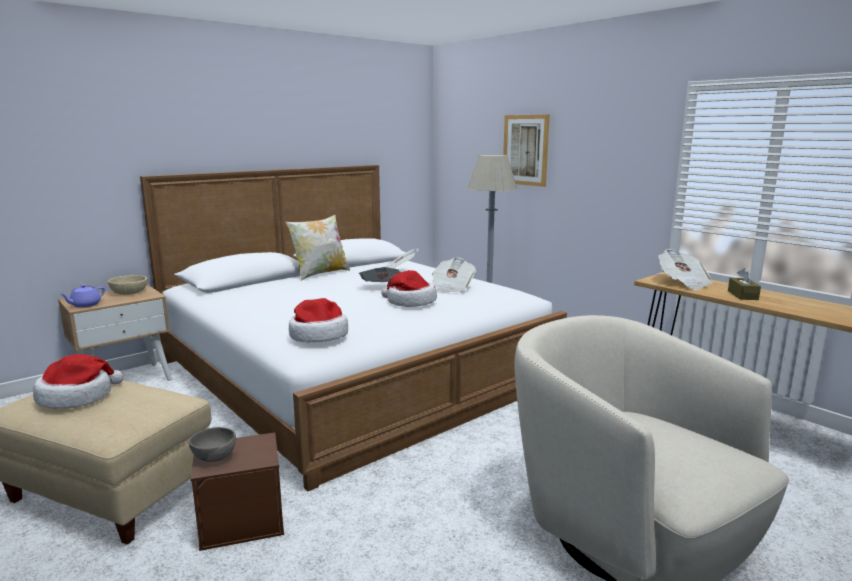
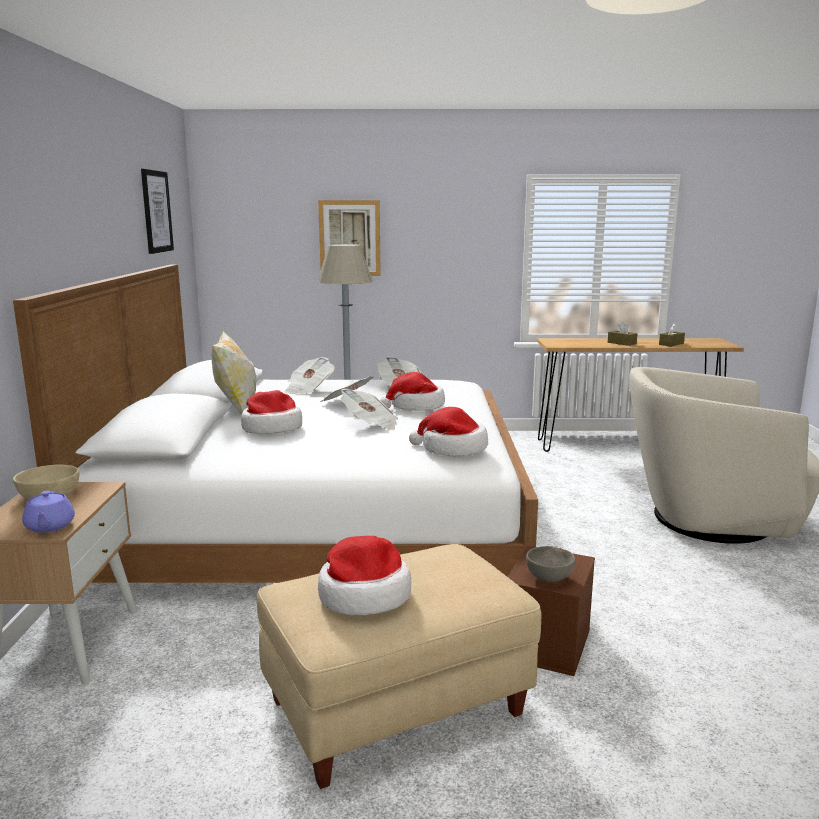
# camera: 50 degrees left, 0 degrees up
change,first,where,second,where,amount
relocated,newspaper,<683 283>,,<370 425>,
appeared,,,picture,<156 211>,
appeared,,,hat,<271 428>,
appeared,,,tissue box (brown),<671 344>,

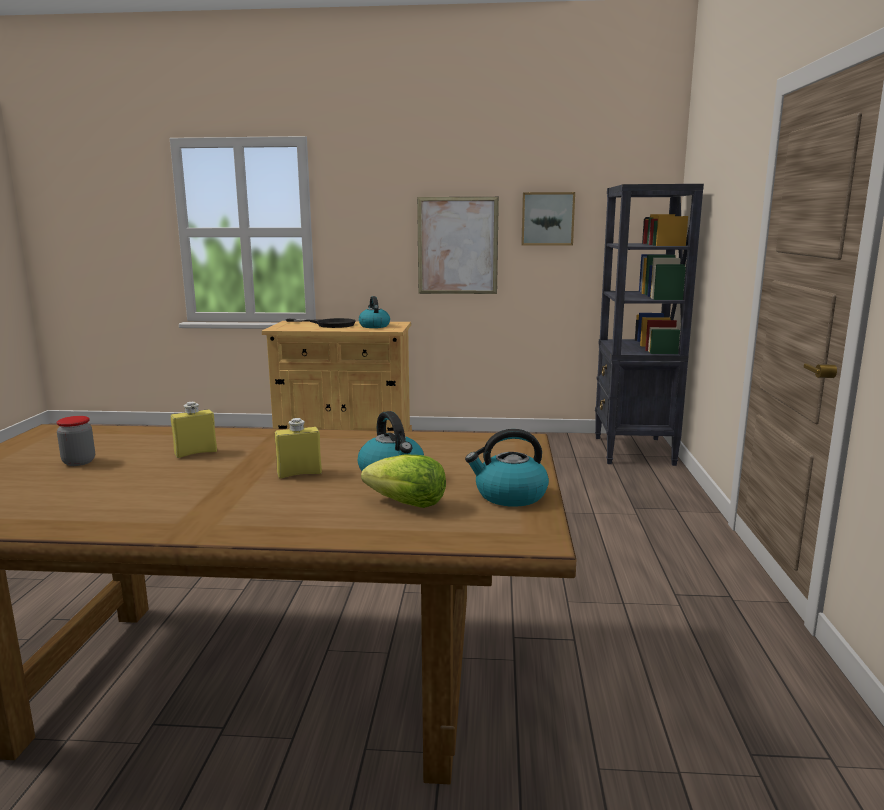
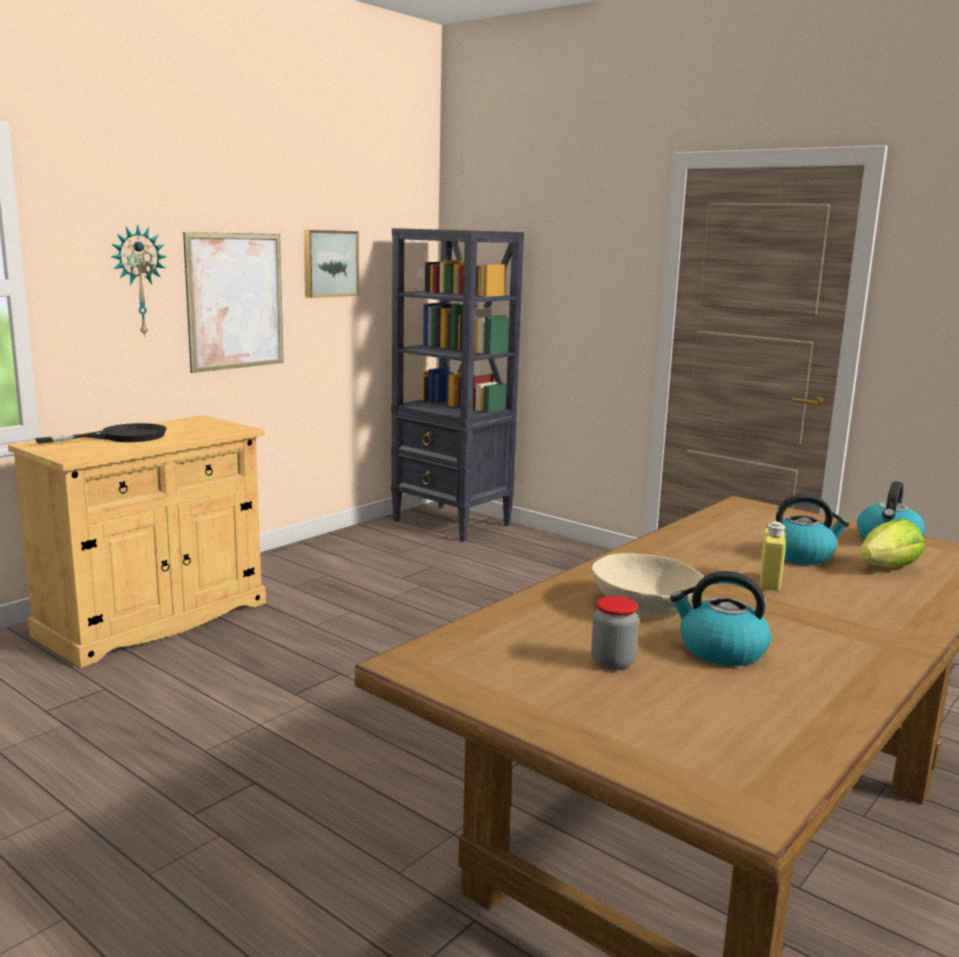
# camera: 55 degrees left, 0 degrees up
change,first,where,second,where,amount
exchanged,bottle (yellow),<196 453>,bowl (beige),<645 606>,
relocated,kettle,<374 326>,,<720 650>,
appeared,,,wall clock,<138 281>,

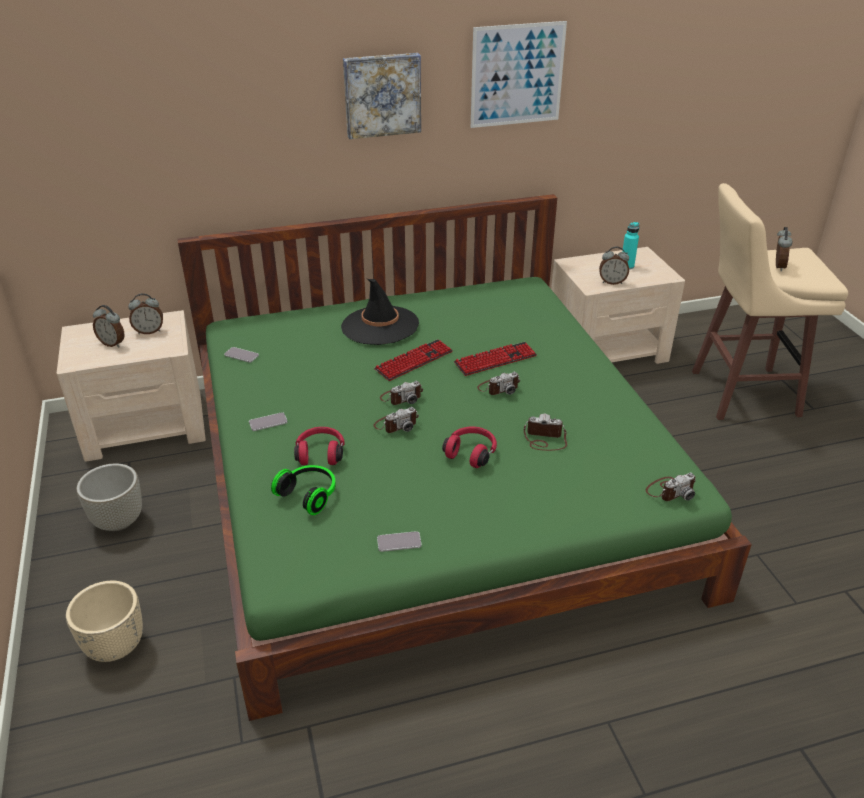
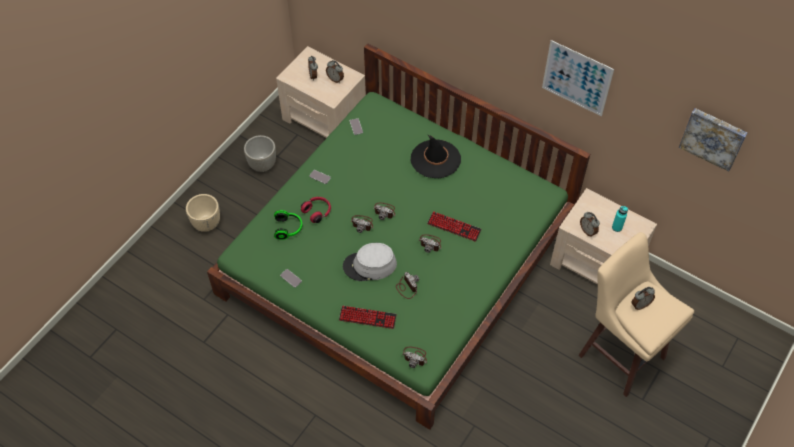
# camera: 50 degrees right, 20 degrees up
change,first,where,second,where,amount
relocated,picture,<382 95>,,<713 138>,
relocated,keyboard,<414 361>,,<367 317>,
exchanged,headphones (red),<471 453>,hat (grey),<370 265>,

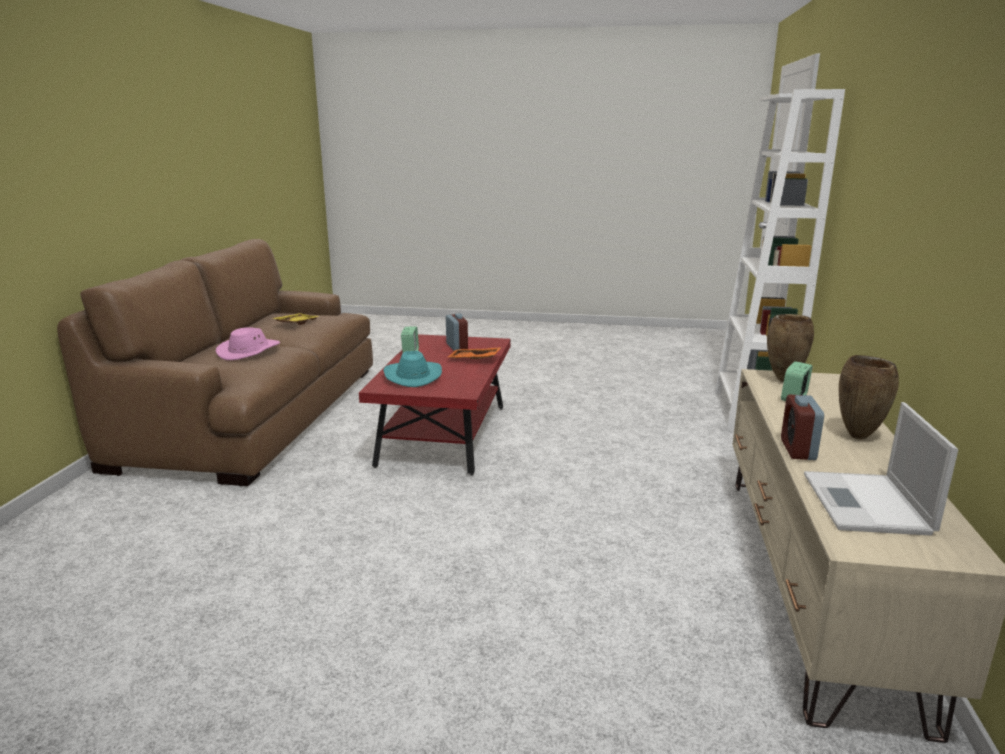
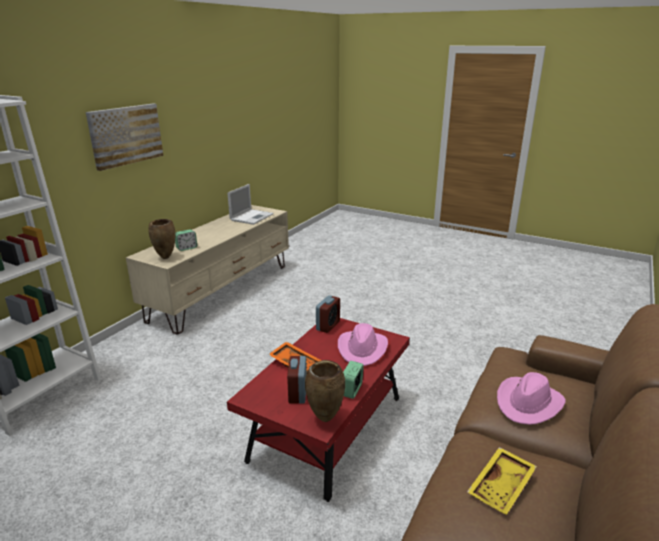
# camera: 160 degrees left, 5 degrees up
change,first,where,second,where,amount
colour,hat (turquoise),<412 376>,hat (pink),<362 349>,
relocated,alarm clock,<798 450>,,<328 326>,
relocated,vase (brown),<859 437>,,<324 418>,
appeared,,,picture,<125 135>,

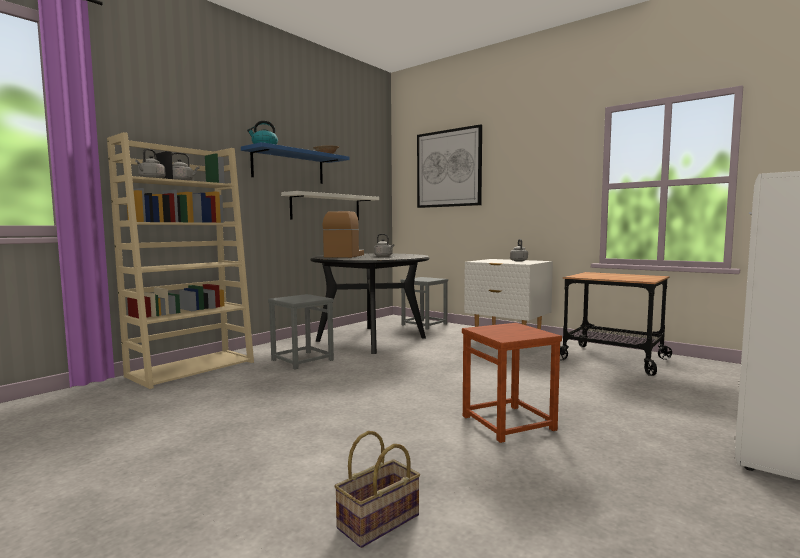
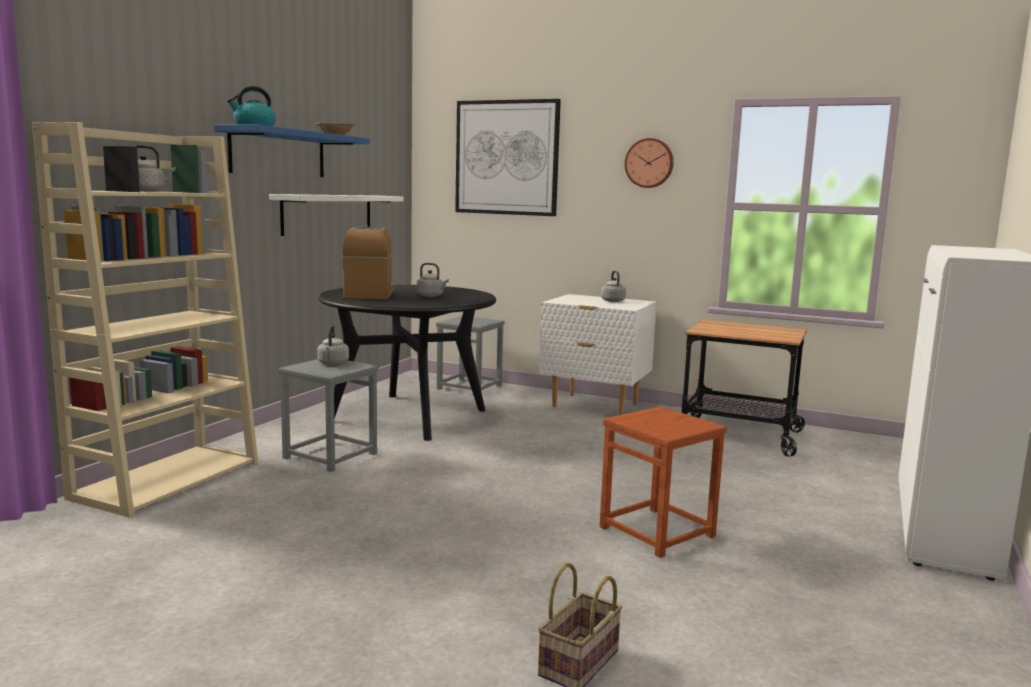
# camera: 15 degrees left, 5 degrees up
change,first,where,second,where,amount
relocated,kettle (grey),<151 179>,,<333 363>,
appeared,,,wall clock,<649 163>,

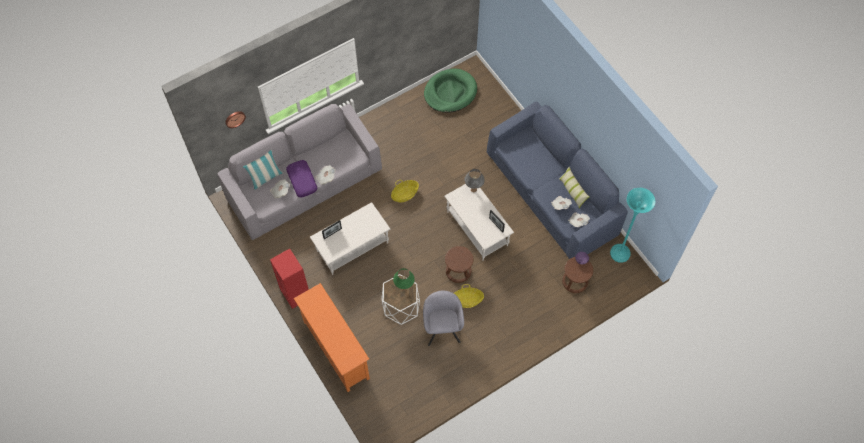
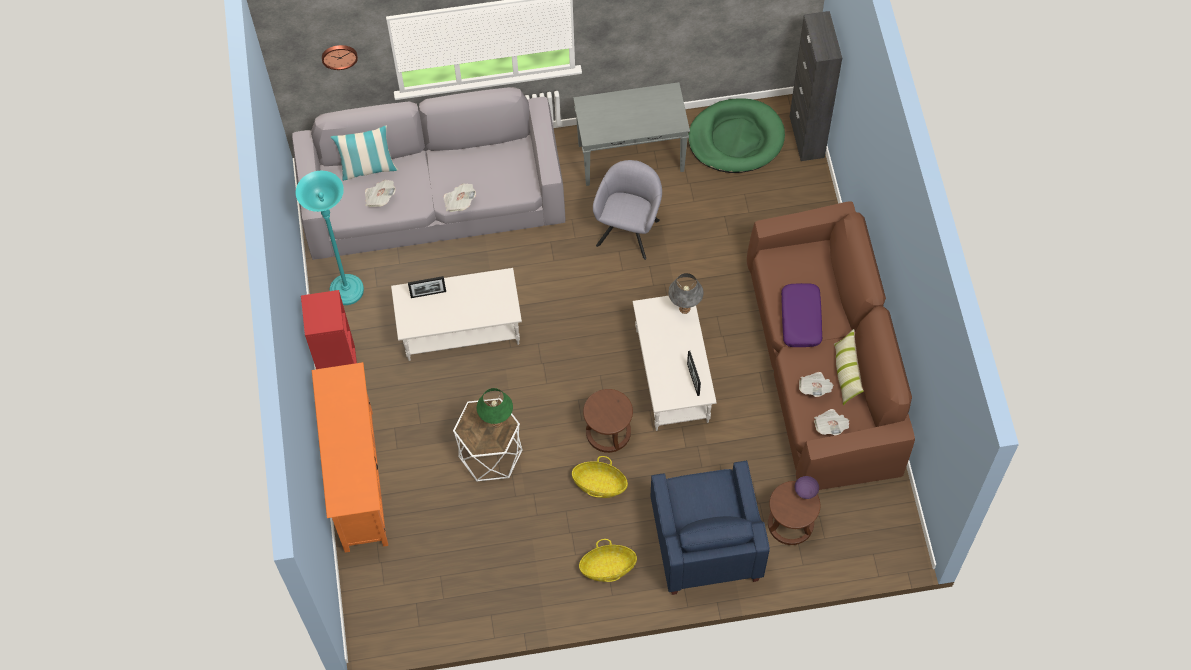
# camera: 25 degrees right, 0 degrees up
change,first,where,second,where,amount
relocated,pillow (purple),<302 181>,,<801 319>,
relocated,basket,<405 194>,,<608 567>,
relocated,armchair (grey),<442 327>,,<629 229>,
colour,sofa (blue),<551 193>,sofa (brown),<822 365>,
relocated,floor lamp (turquoise),<620 253>,,<347 291>,
appeared,,,console table (grey),<631 157>,
appeared,,,armchair (blue),<705 543>,
appeared,,,cabinet (black),<806 137>,

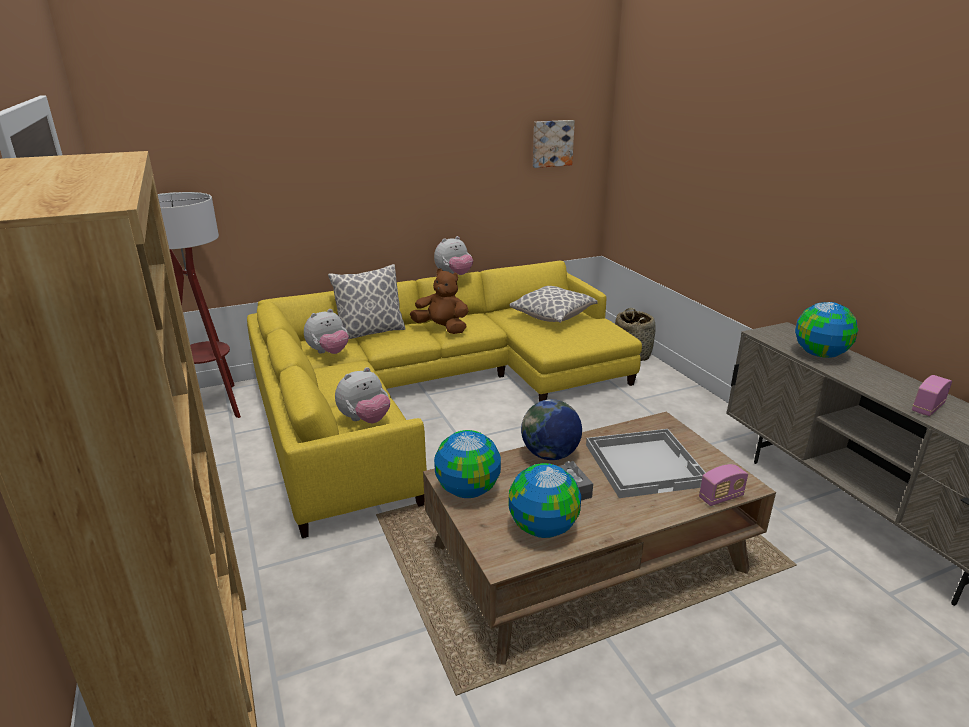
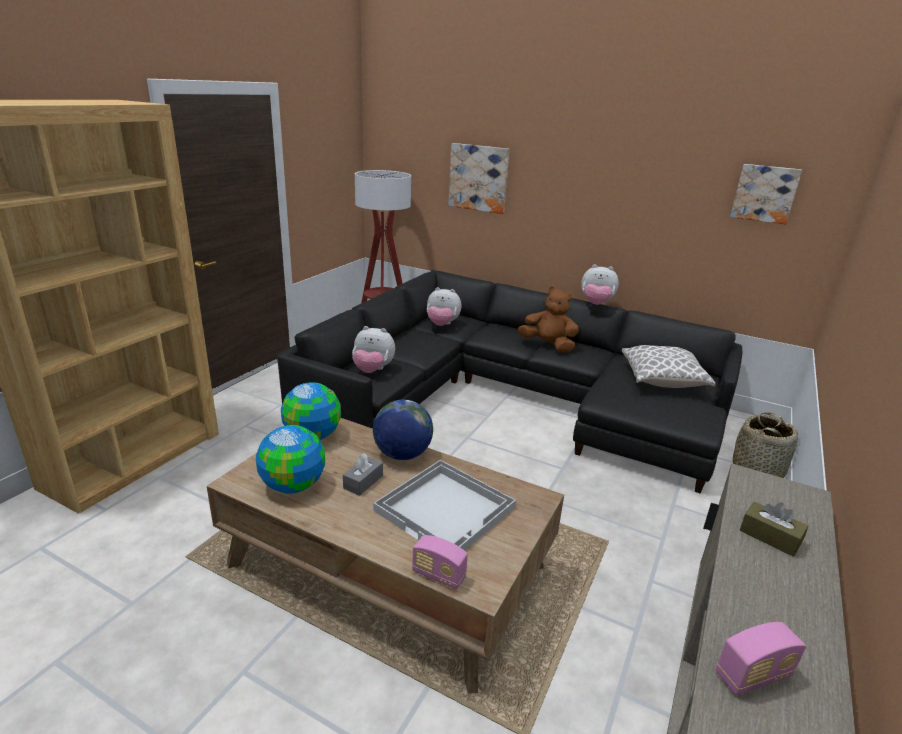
# camera: 50 degrees right, 0 degrees up
change,first,where,second,where,amount
colour,sofa (yellow),<433 393>,sofa (black),<511 398>,
missing,pillow,<370 332>,,,
spun,plush toy (brown),<442 328>,,<548 345>,45 degrees counterclockwise
exchanged,globe,<820 354>,tissue box (brown),<770 536>,
spun,radio,<927 408>,,<753 675>,150 degrees clockwise
appeared,,,picture,<478 178>,

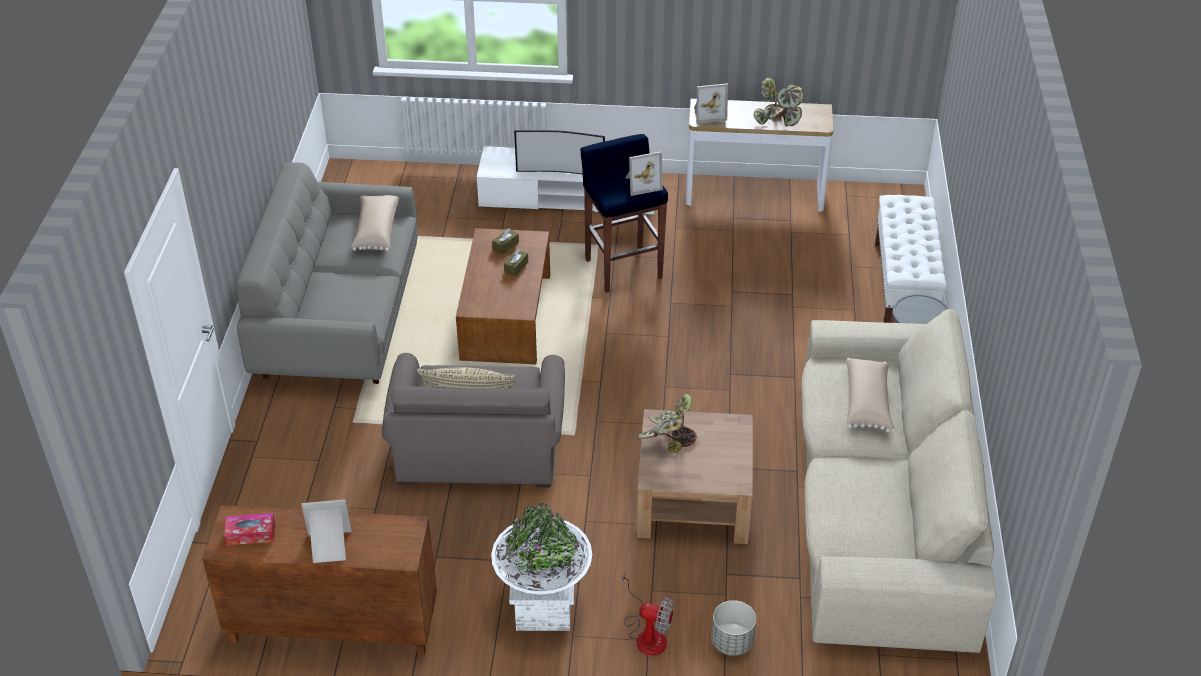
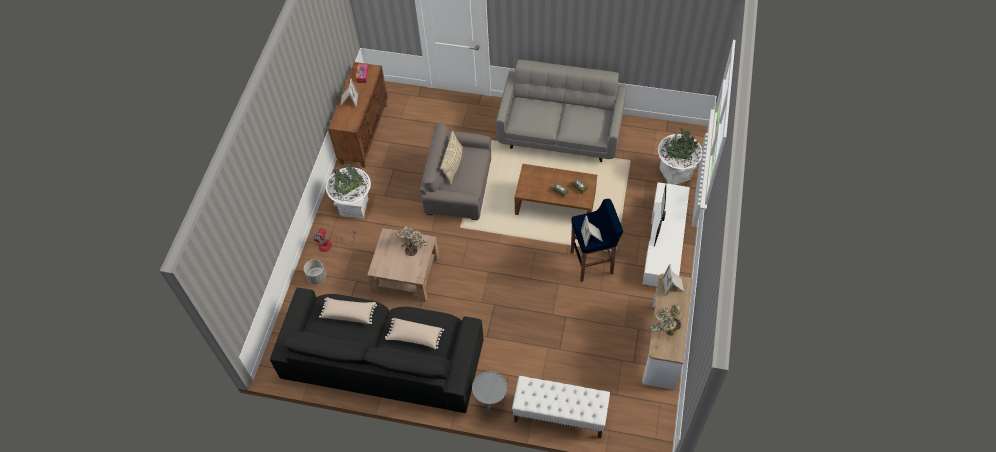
# camera: 100 degrees right, 15 degrees up
change,first,where,second,where,amount
relocated,pillow (beige),<376 231>,,<349 313>,
colour,sofa (beige),<880 506>,sofa (black),<383 358>,
appeared,,,planter (white),<675 174>,

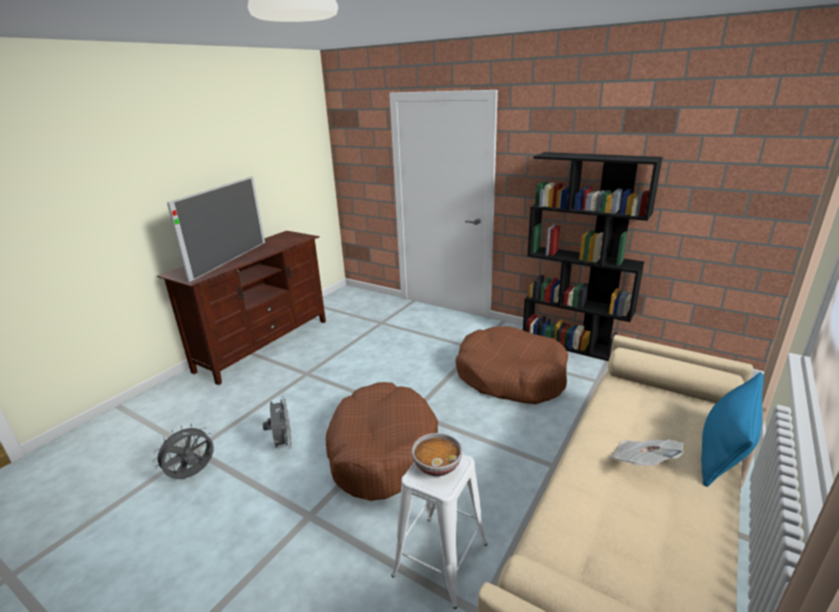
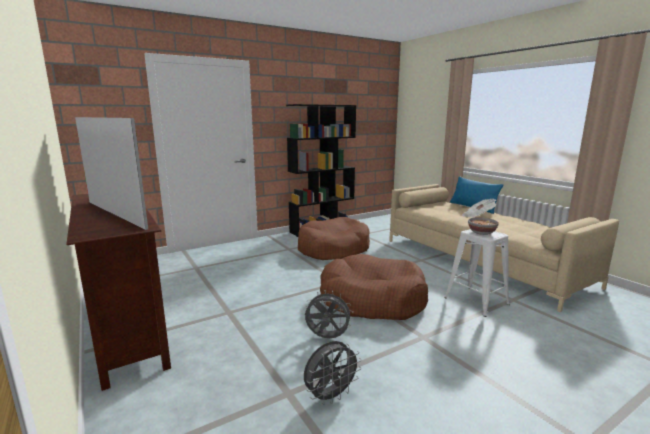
# camera: 65 degrees left, 10 degrees down
change,first,where,second,where,amount
spun,fan (grey),<192 474>,,<330 396>,105 degrees counterclockwise

